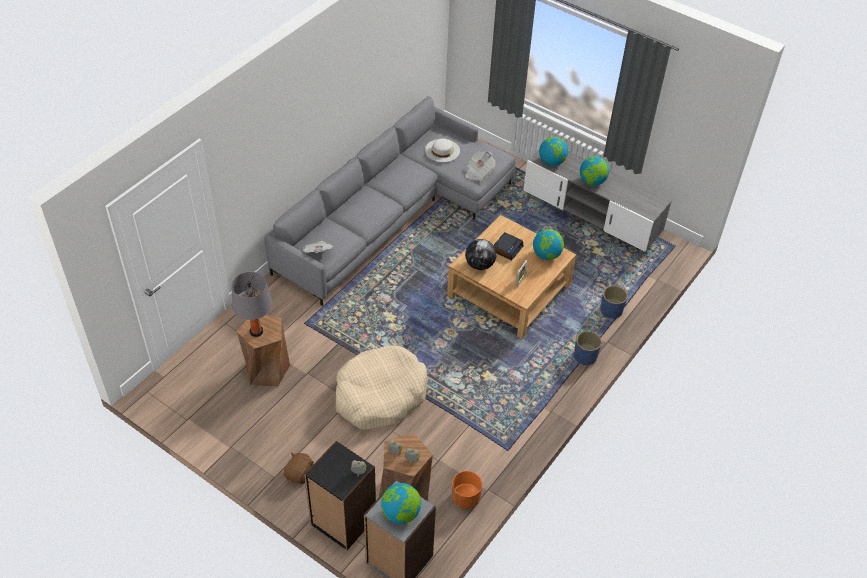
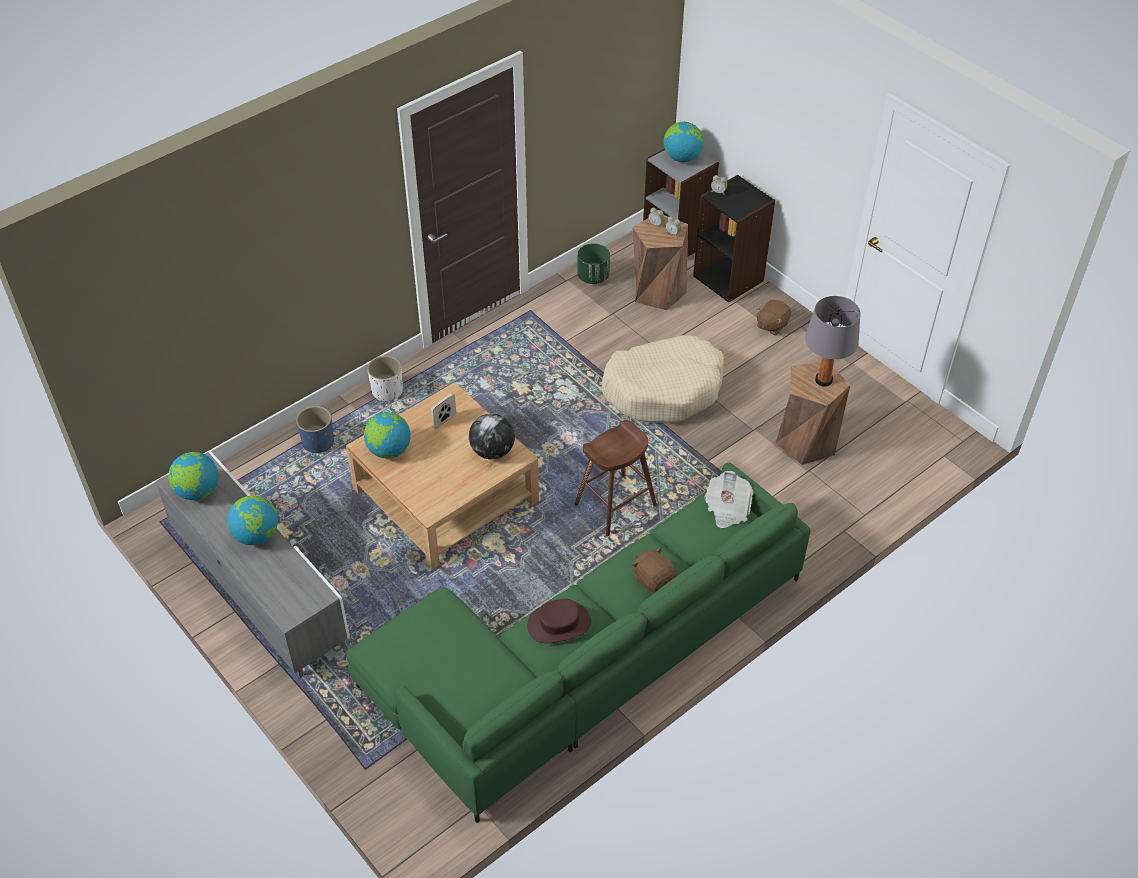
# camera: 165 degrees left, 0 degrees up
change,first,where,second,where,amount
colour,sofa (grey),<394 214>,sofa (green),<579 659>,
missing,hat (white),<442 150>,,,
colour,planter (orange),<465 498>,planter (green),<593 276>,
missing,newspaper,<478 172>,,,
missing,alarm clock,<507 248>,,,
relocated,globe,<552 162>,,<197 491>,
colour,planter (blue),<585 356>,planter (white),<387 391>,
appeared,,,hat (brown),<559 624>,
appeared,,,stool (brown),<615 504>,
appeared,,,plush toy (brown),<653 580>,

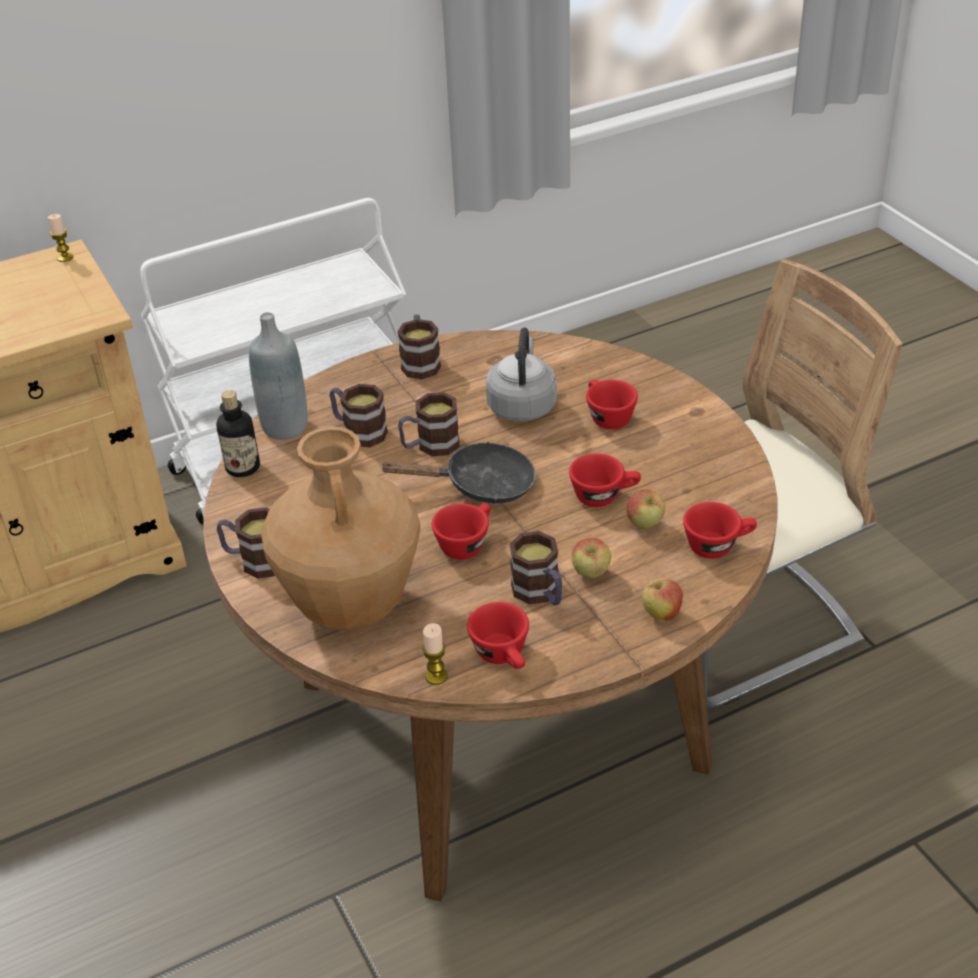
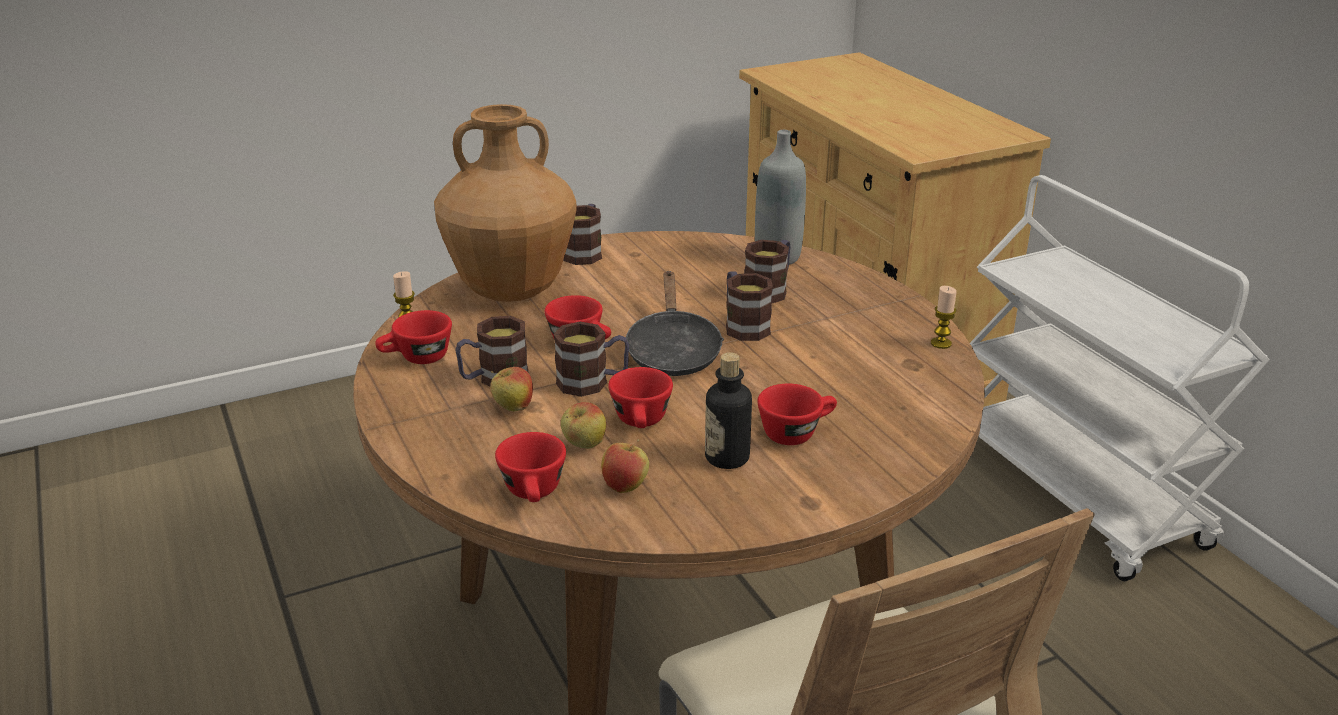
# camera: 90 degrees right, 10 degrees down
change,first,where,second,where,amount
relocated,candle,<65 258>,,<941 343>,
relocated,bottle,<243 467>,,<727 458>,
relocated,mug,<420 362>,,<593 383>,
missing,kettle (grey),<522 405>,,,
relocated,apple,<661 615>,,<625 487>,

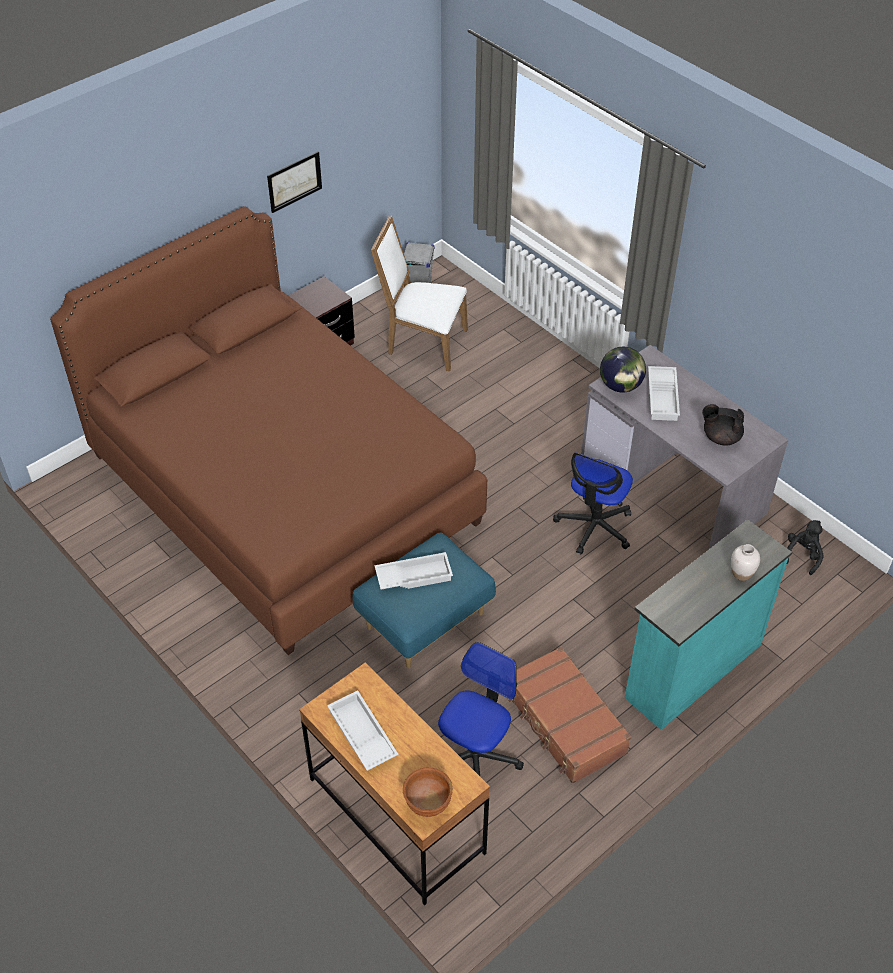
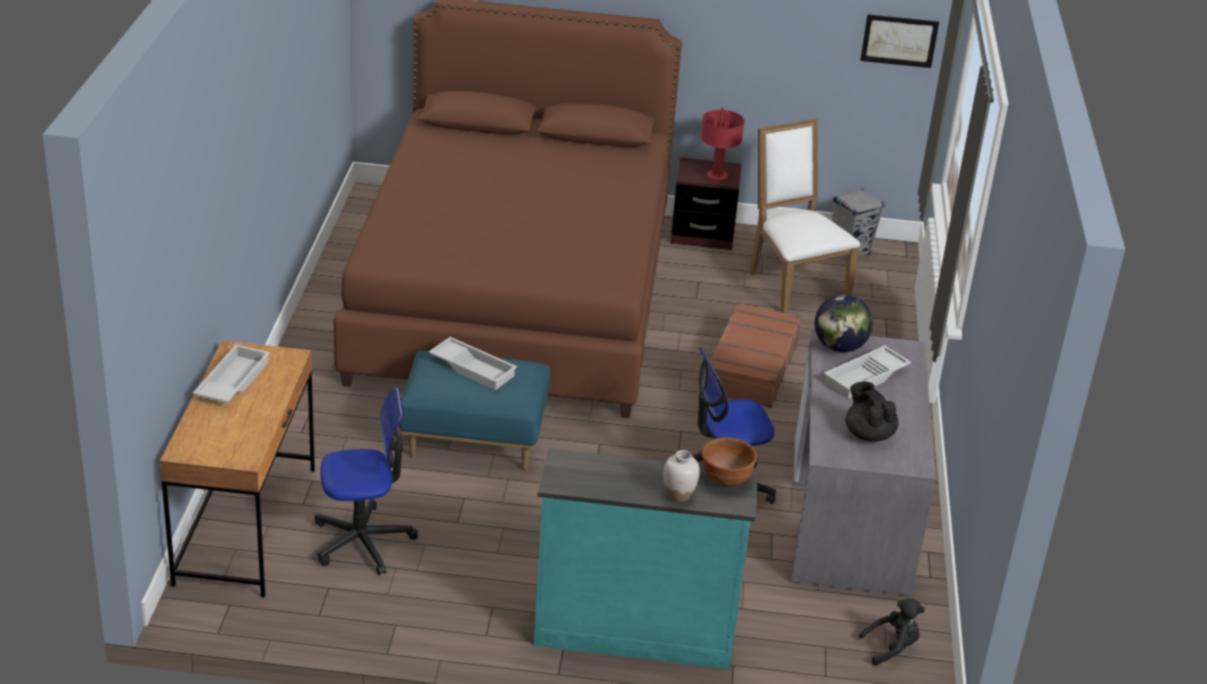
# camera: 45 degrees right, 15 degrees down
change,first,where,second,where,amount
relocated,picture,<294 181>,,<899 40>,
relocated,bowl (brown),<427 803>,,<726 479>,
relocated,suitcase (brown),<564 723>,,<750 367>,
appeared,,,table lamp (red),<716 177>,

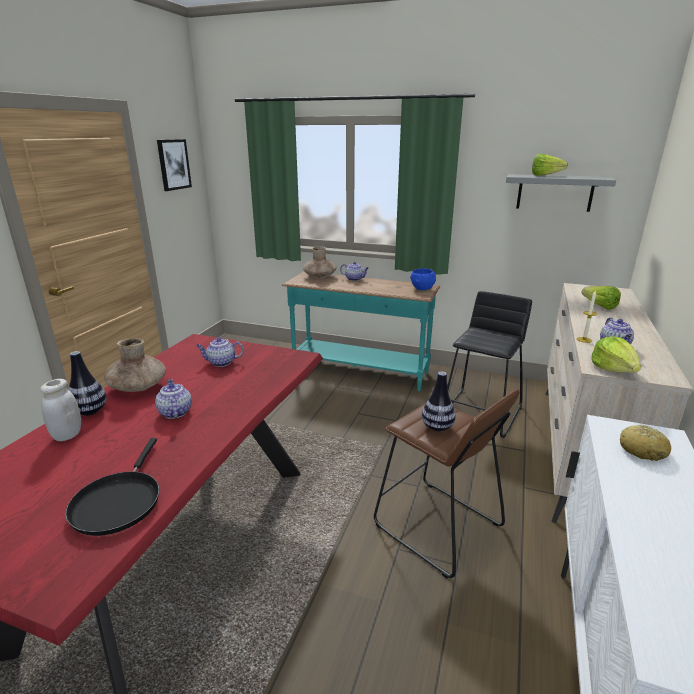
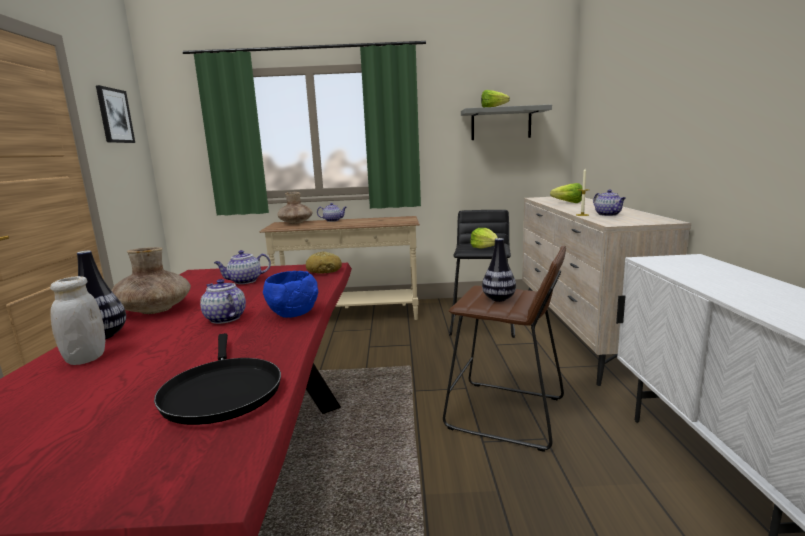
# camera: 20 degrees left, 10 degrees down
change,first,where,second,where,amount
colour,console table (turquoise),<359 372>,console table (beige),<349 316>,
relocated,bowl (blue),<422 289>,,<293 314>,
relocated,lettuce,<613 369>,,<484 247>,
relocated,bread,<642 450>,,<324 271>,

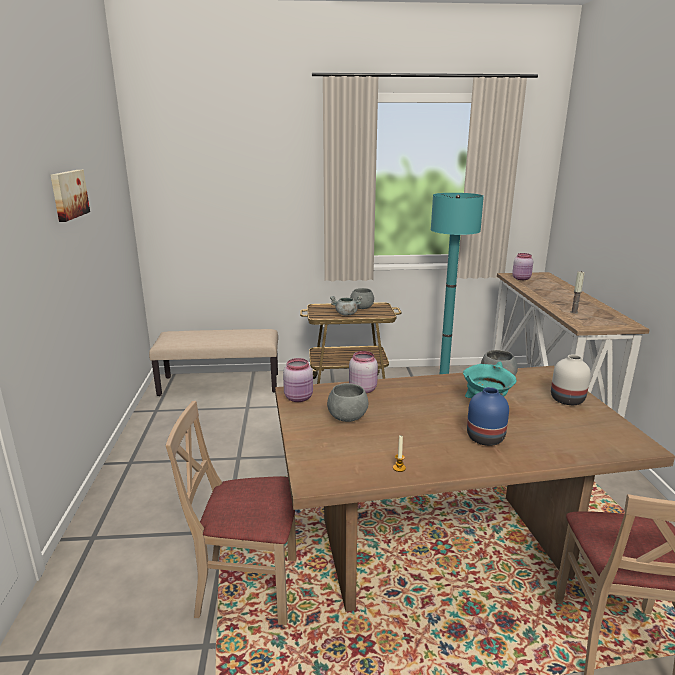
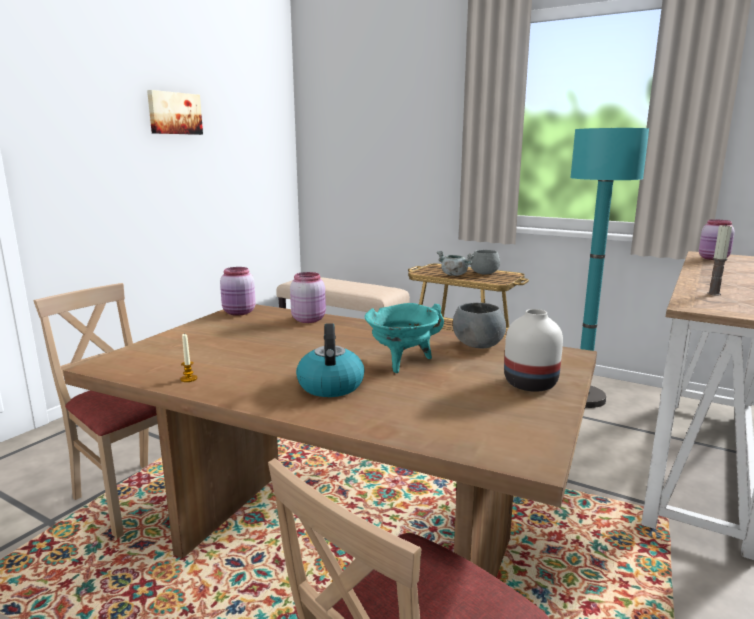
# camera: 35 degrees right, 5 degrees down
change,first,where,second,where,amount
missing,bowl (grey),<347 417>,,,
exchanged,vase (blue),<485 439>,kettle,<330 385>,

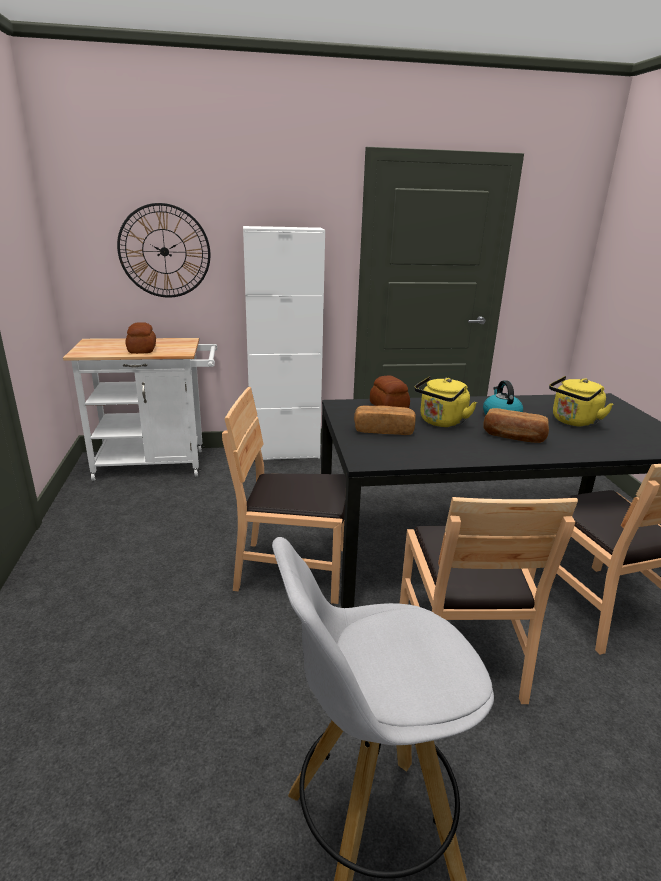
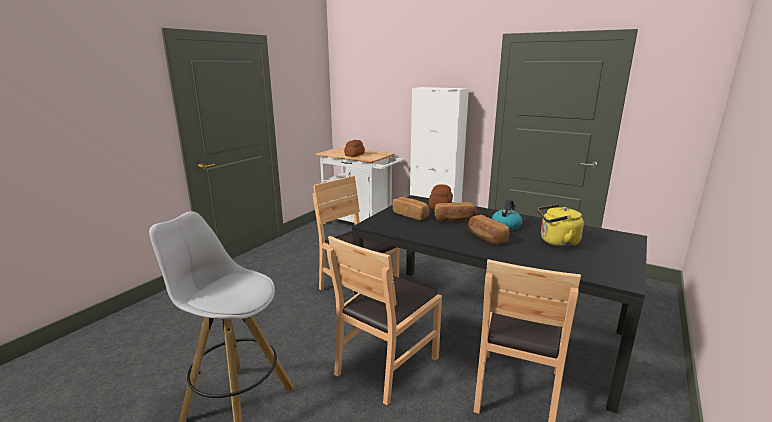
# camera: 40 degrees right, 5 degrees down
change,first,where,second,where,amount
missing,wall clock,<164 251>,,,
exchanged,kettle (yellow),<441 422>,bread,<455 220>,

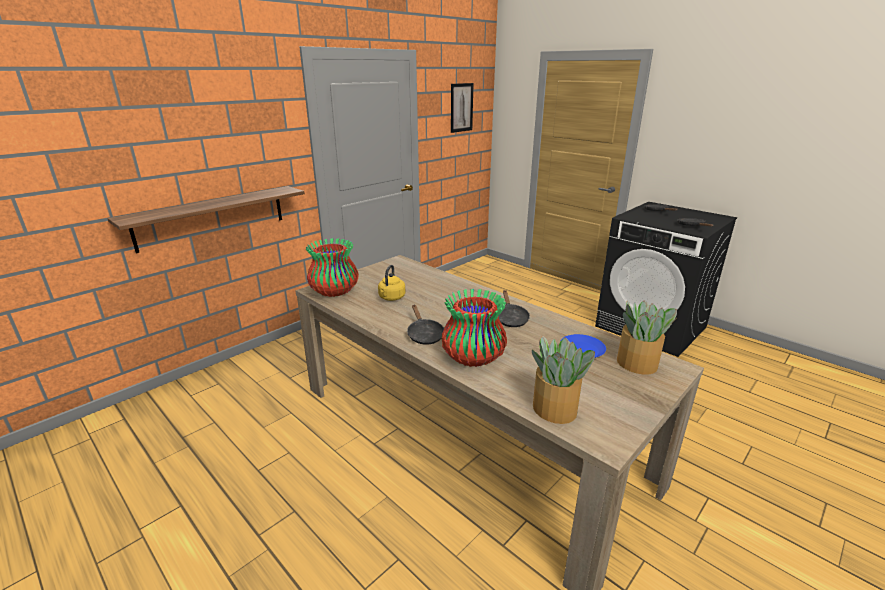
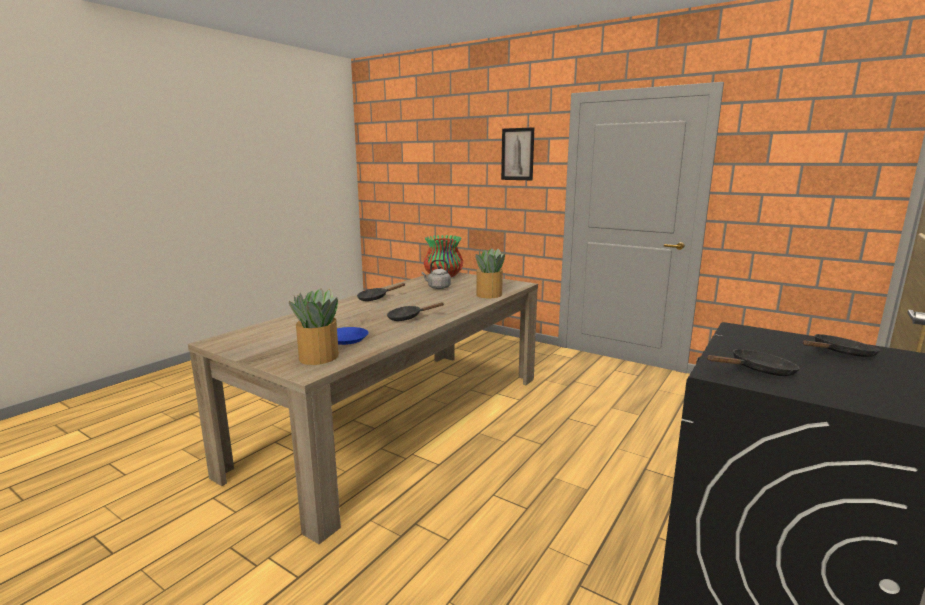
# camera: 80 degrees right, 10 degrees down
change,first,where,second,where,amount
missing,shelf,<212 217>,,,
colour,kettle (yellow),<391 298>,kettle (grey),<437 287>,
missing,vase,<473 357>,,,
relocated,picture,<461 107>,,<517 154>,
relocated,potted plant,<555 410>,,<488 295>,

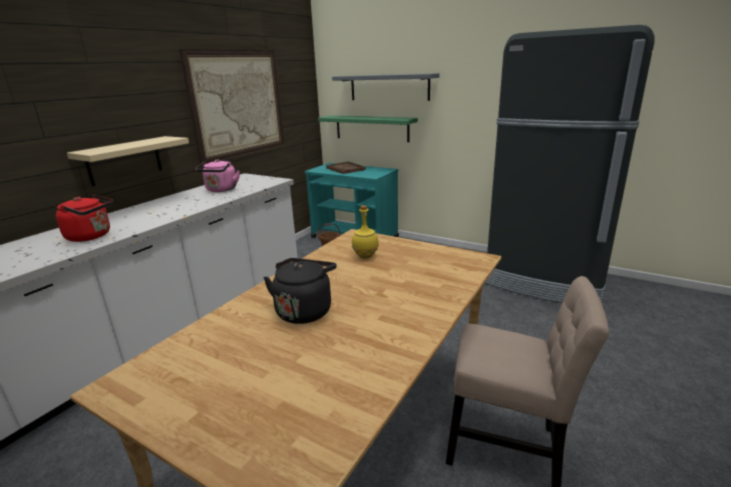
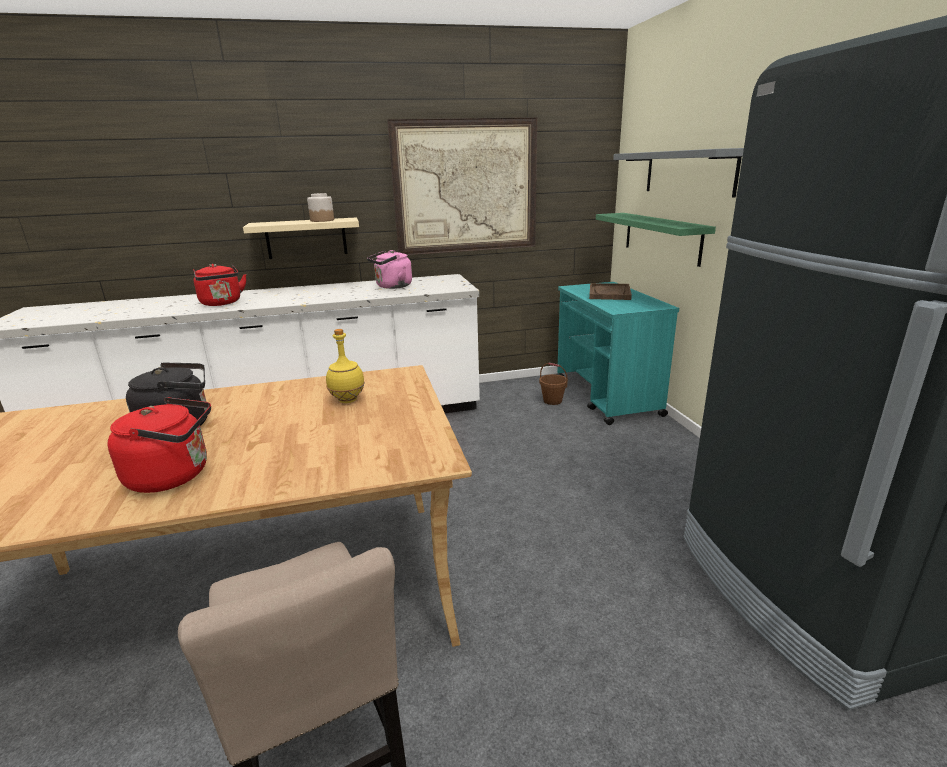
# camera: 45 degrees right, 0 degrees up
change,first,where,second,where,amount
appeared,,,kettle (red),<174 475>,
appeared,,,jar,<322 220>,

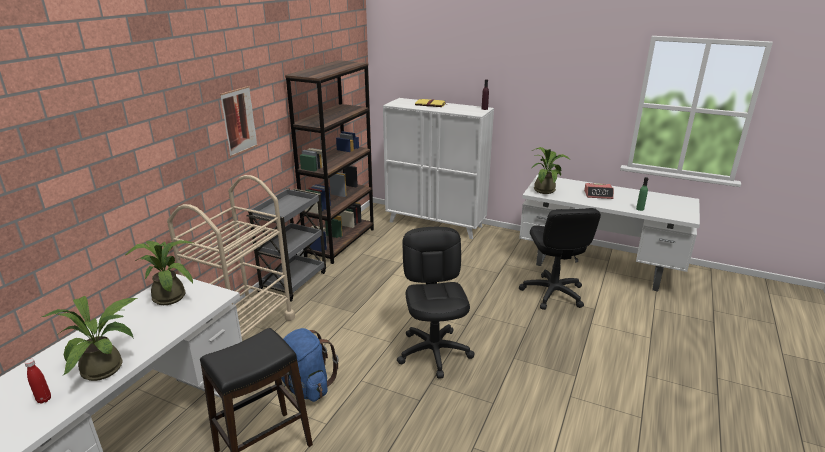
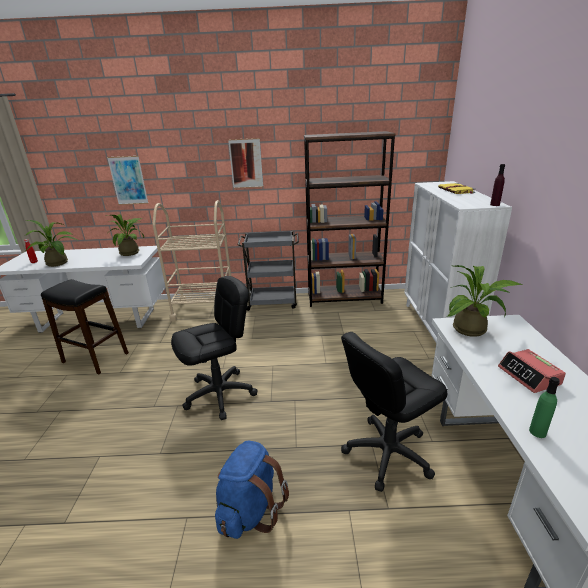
# camera: 65 degrees right, 0 degrees up
change,first,where,second,where,amount
relocated,backpack (blue),<307 387>,,<250 510>,
appeared,,,picture,<128 180>,

